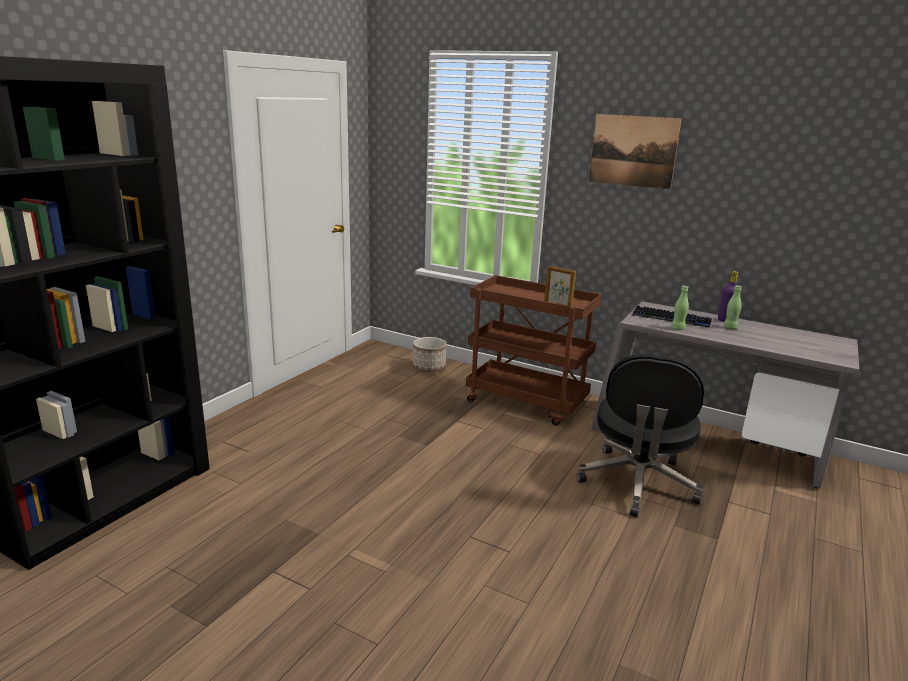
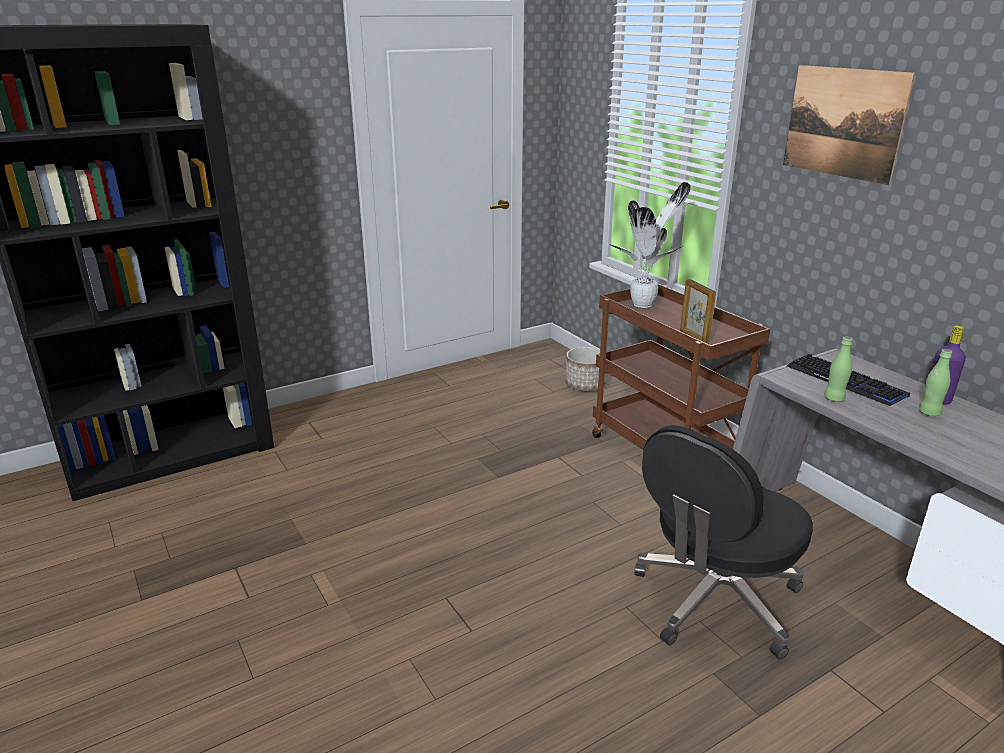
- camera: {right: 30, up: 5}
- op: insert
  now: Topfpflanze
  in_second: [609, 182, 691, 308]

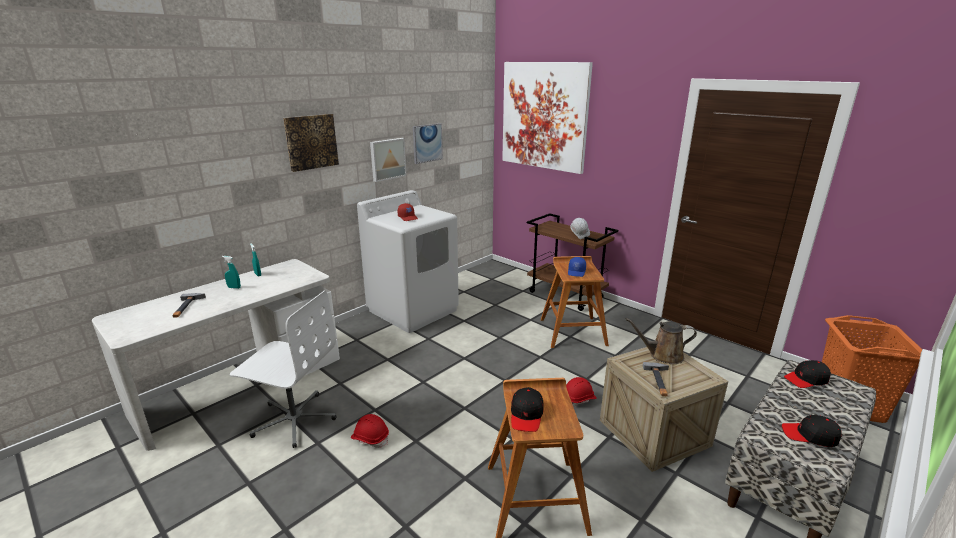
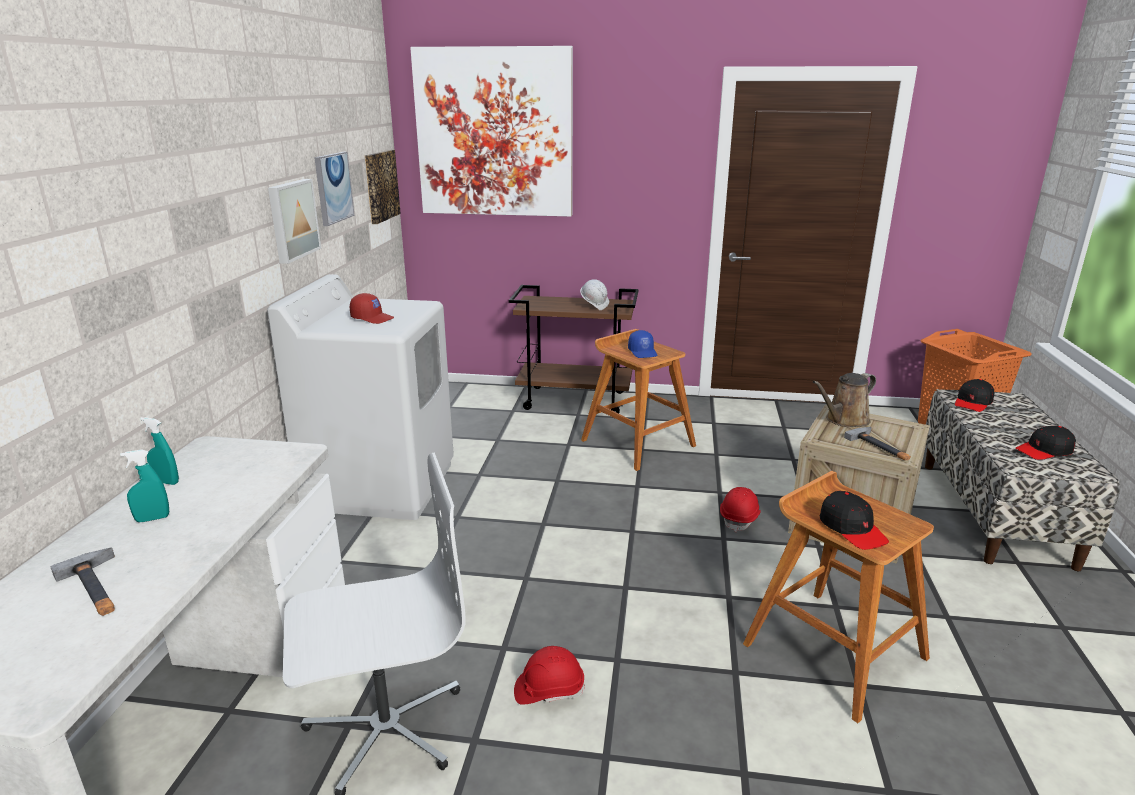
- camera: {right: -35, up: 0}
- op: move
  was: Bild
  in_first: [283, 114, 339, 172]
  in_second: [365, 150, 401, 224]

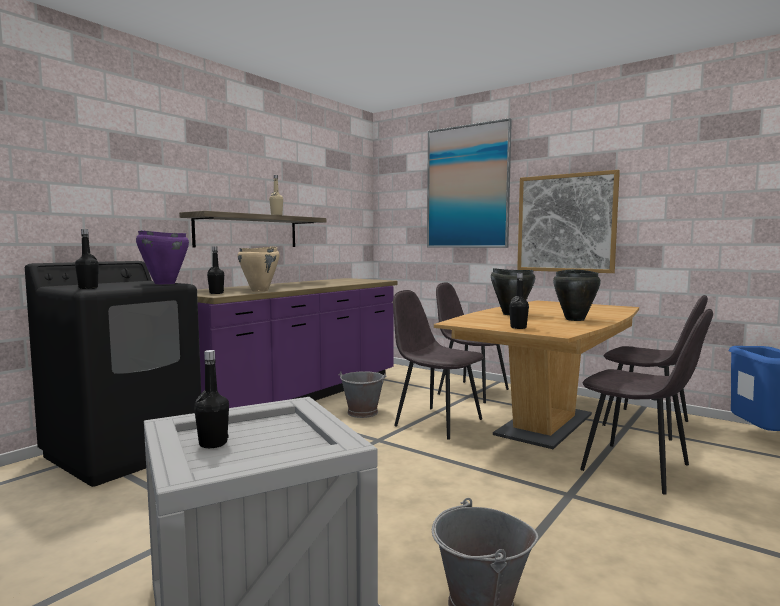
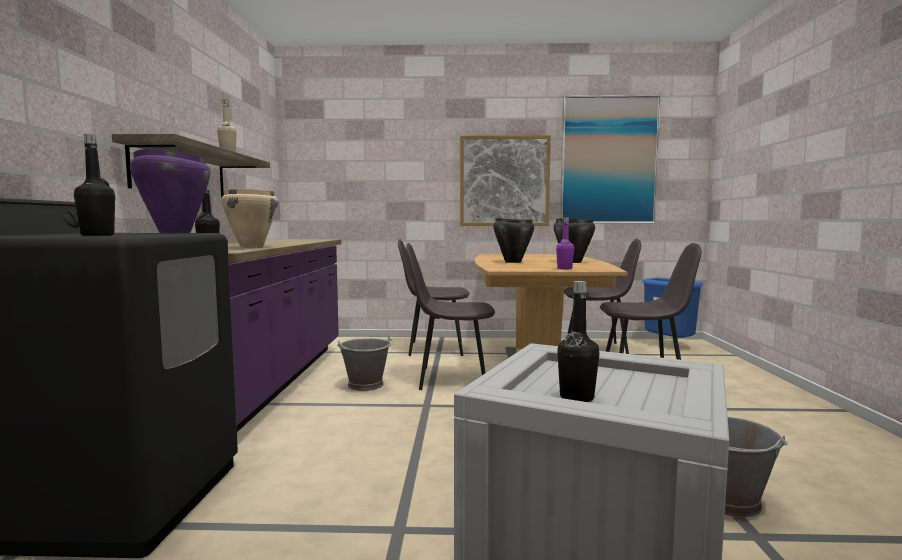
- camera: {right: -35, up: 0}
- op: move
  was: Bild
  in_first: [427, 118, 512, 248]
  in_second: [560, 95, 661, 224]
- op: recolor
  was: Flasche/schwarz
  now: Flasche/lila
  in_first: [509, 273, 529, 329]
  in_second: [556, 217, 575, 269]

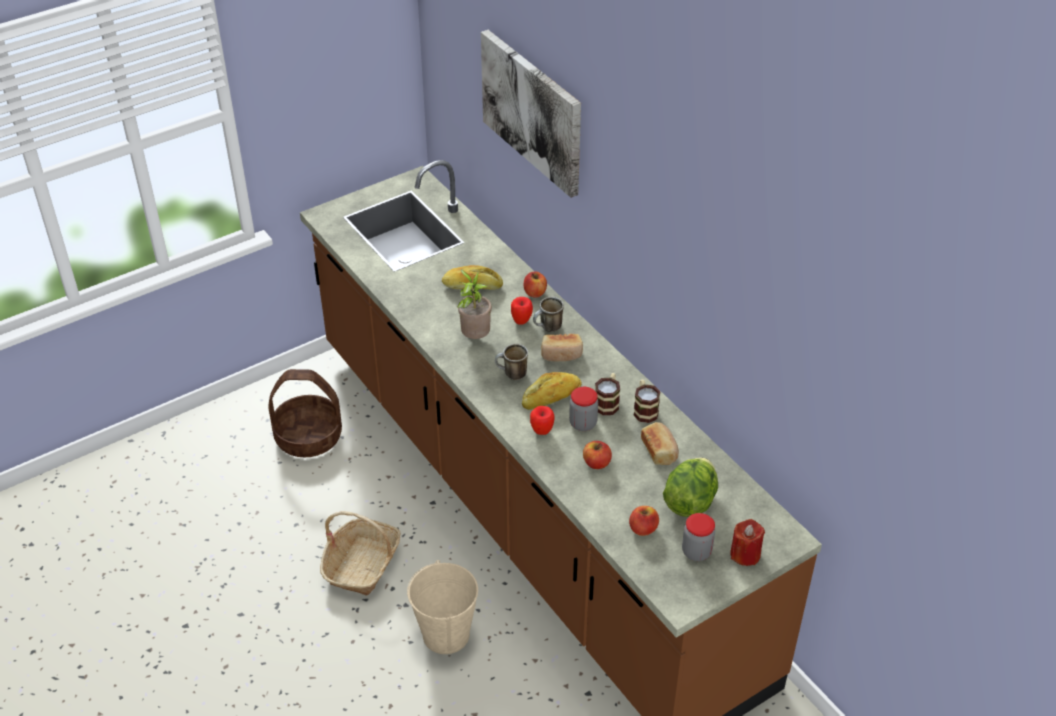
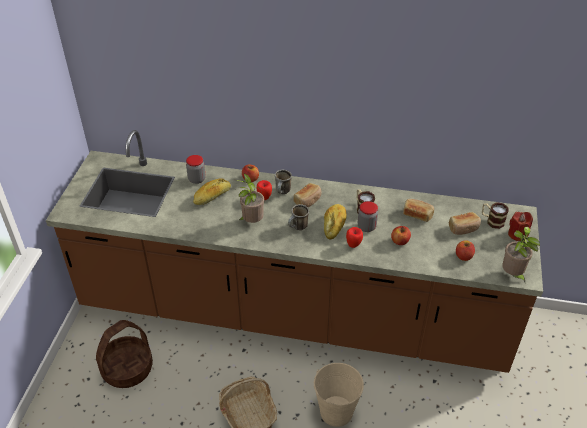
- camera: {right: -45, up: 0}
- op: delete
  was: Bild
  in_first: [481, 30, 581, 198]
- op: insert
  now: Topfpflanze
  in_second: [502, 227, 540, 282]
- op: move
  was: Henkelbecher
  in_first: [633, 379, 660, 423]
  in_second: [482, 202, 508, 229]
- op: move
  was: Vorratsglas
  in_first: [682, 513, 715, 561]
  in_second: [186, 155, 205, 184]
- op: replace
  was: Salatkopf
  now: Brot
  in_first: [663, 458, 718, 517]
  in_second: [449, 212, 481, 235]

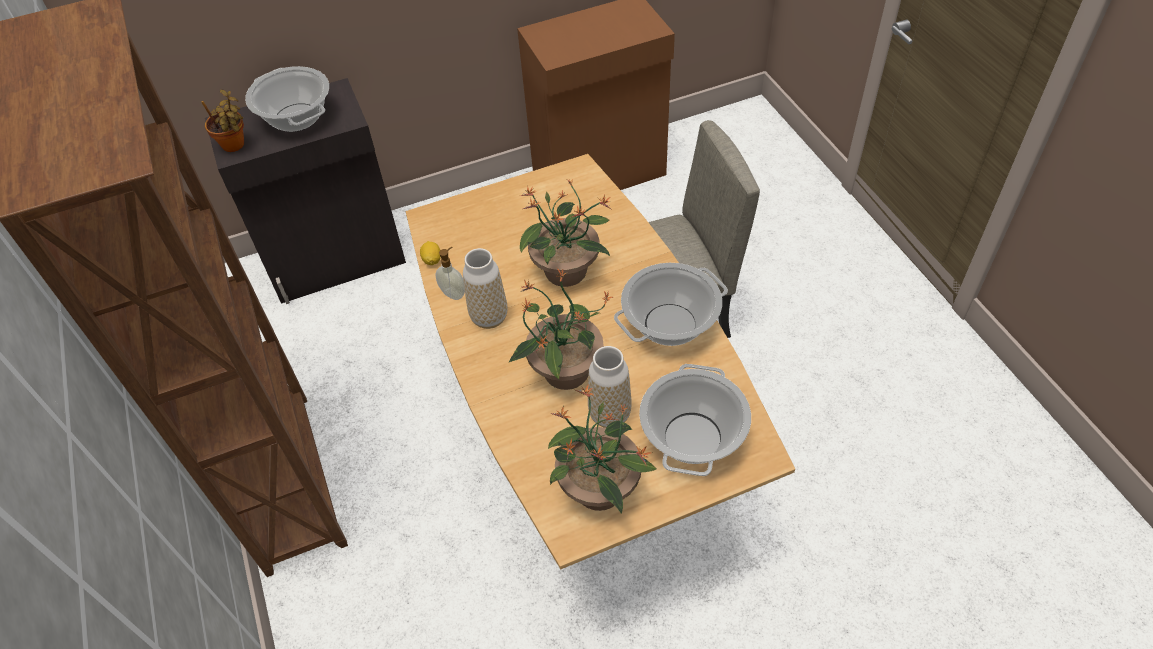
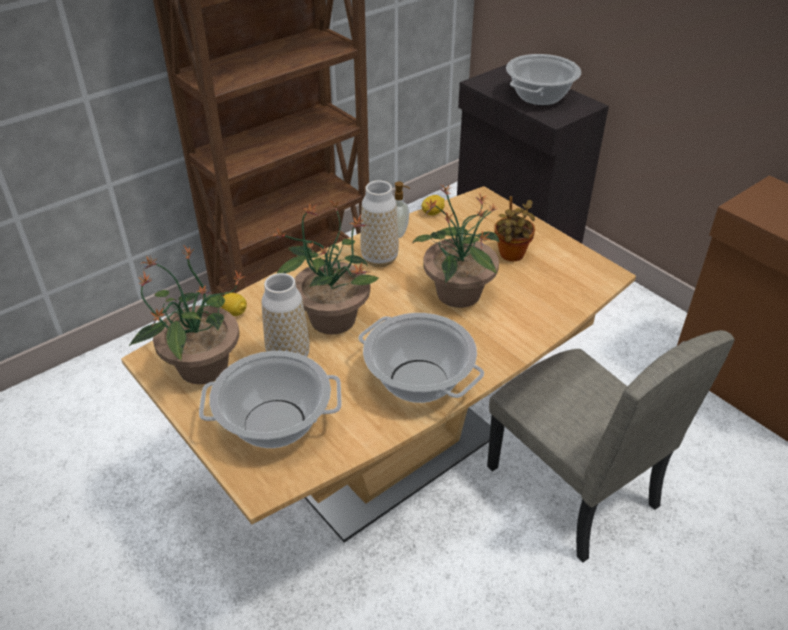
- camera: {right: 70, up: -10}
- op: insert
  now: Zitrone
  in_second: [221, 293, 247, 316]
- op: move
  was: Topfpflanze
  in_first: [201, 90, 244, 152]
  in_second: [494, 196, 535, 261]

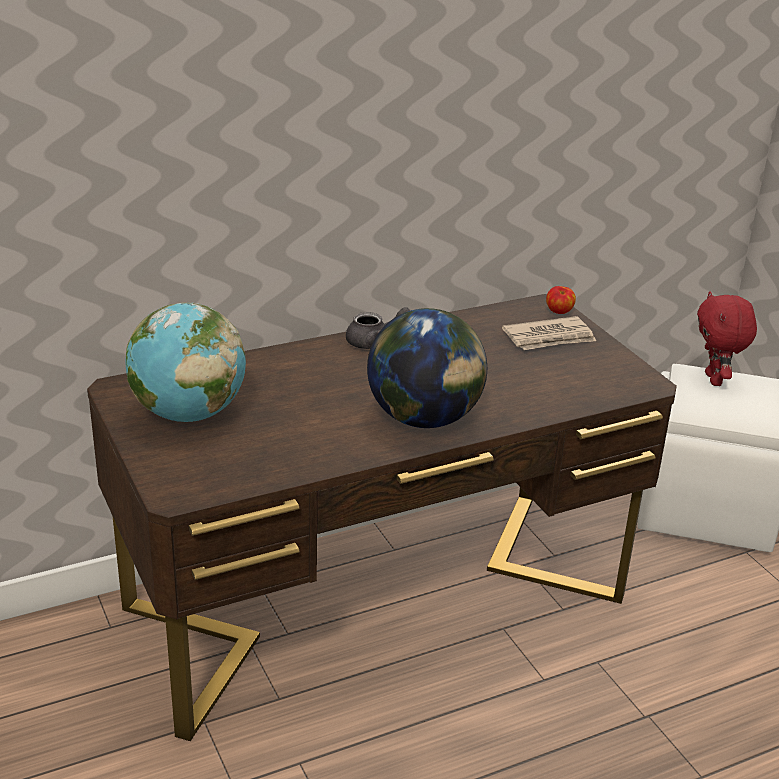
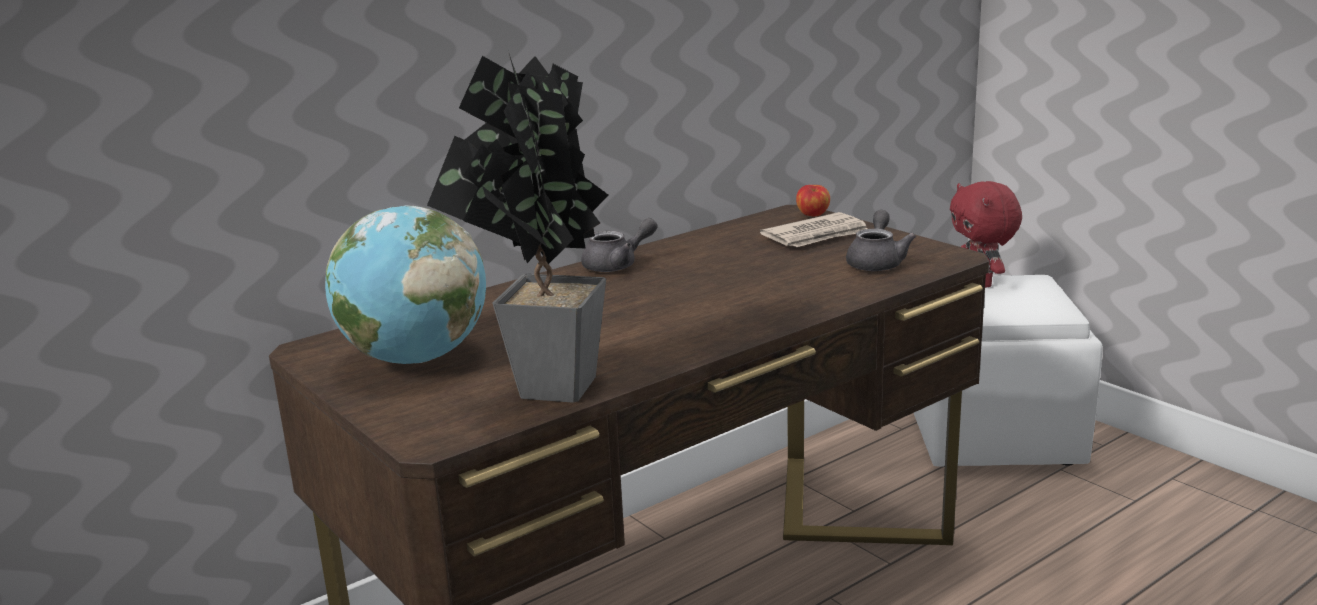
- camera: {right: -10, up: -10}
- op: delete
  was: Globus
  in_first: [367, 308, 487, 428]
- op: insert
  now: Topfpflanze
  in_second: [427, 54, 608, 403]
- op: insert
  now: Teekanne/grau
  in_second: [846, 210, 916, 271]

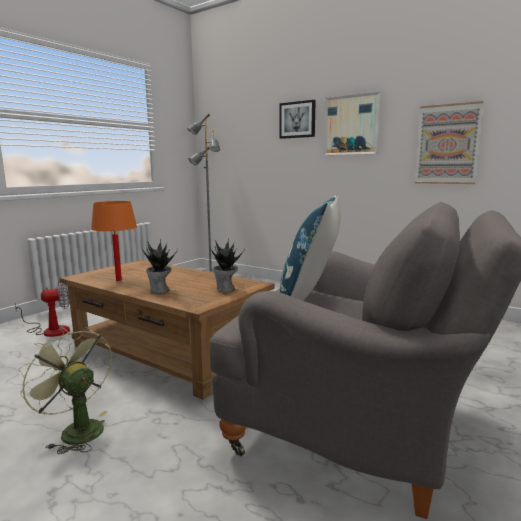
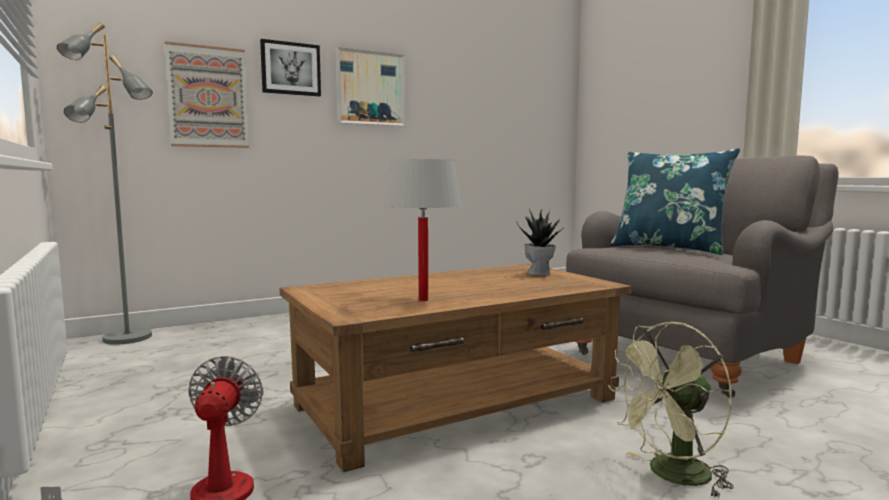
- camera: {right: -65, up: -5}
- op: delete
  was: Topfpflanze
  in_first: [142, 239, 178, 293]
- op: move
  was: Bild
  in_first: [415, 101, 484, 184]
  in_second: [165, 41, 249, 148]
- op: recolor
  was: Tischlampe/orange
  now: Tischlampe/weiß
  in_first: [91, 201, 137, 281]
  in_second: [384, 159, 462, 301]

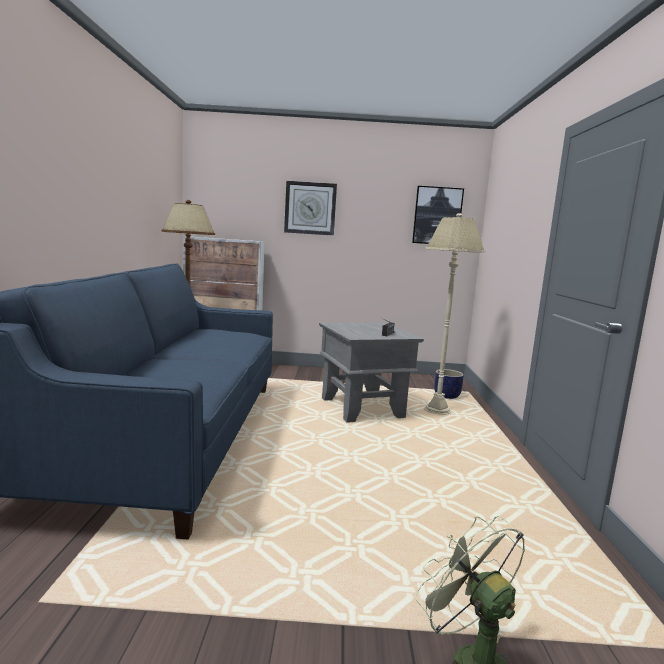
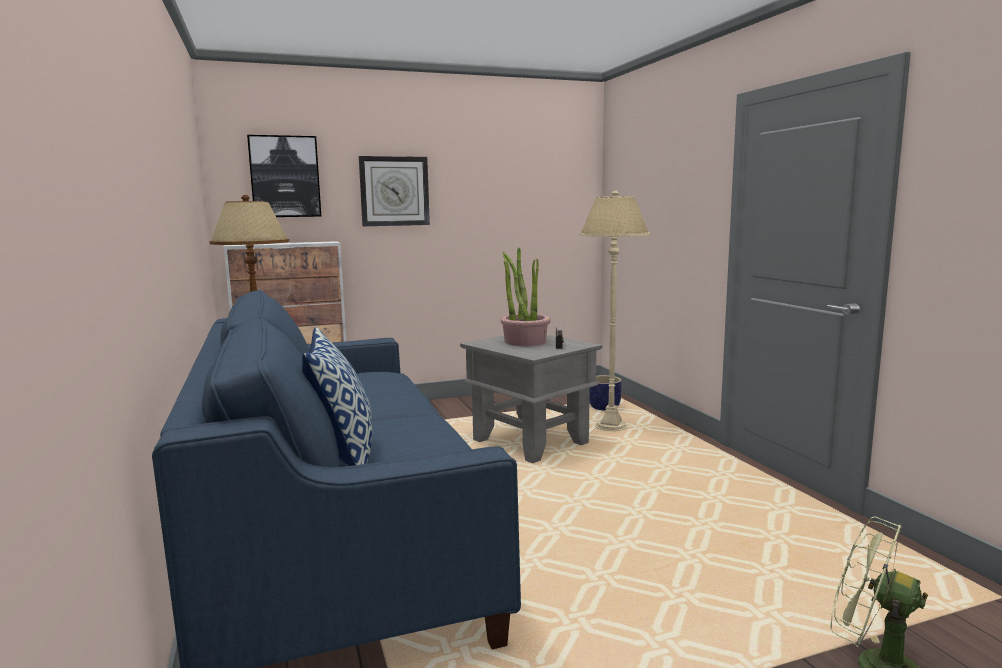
- camera: {right: -20, up: 0}
- op: insert
  now: Kissen
  in_second: [302, 327, 372, 466]
- op: insert
  now: Topfpflanze
  in_second: [501, 248, 551, 346]
- op: move
  was: Bild
  in_first: [412, 186, 464, 244]
  in_second: [247, 135, 321, 217]

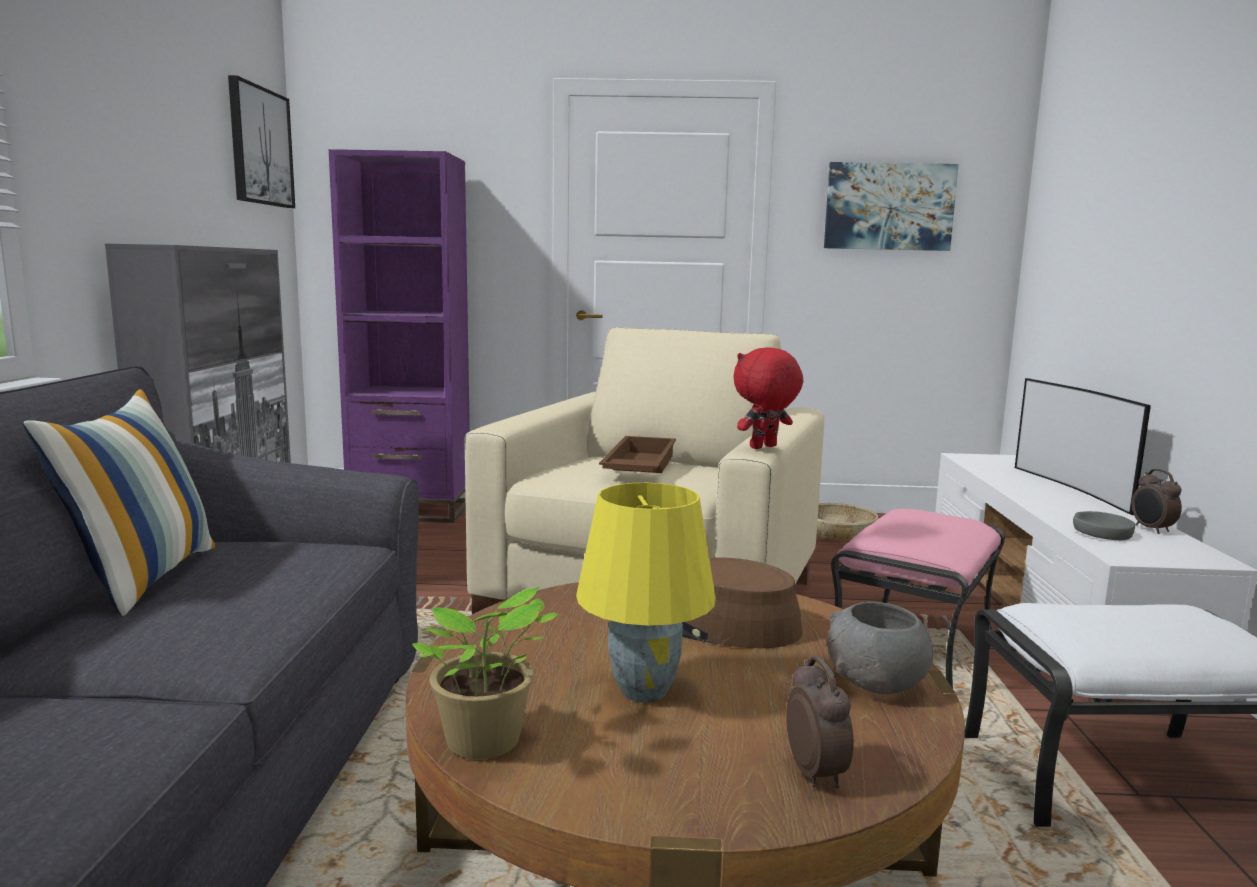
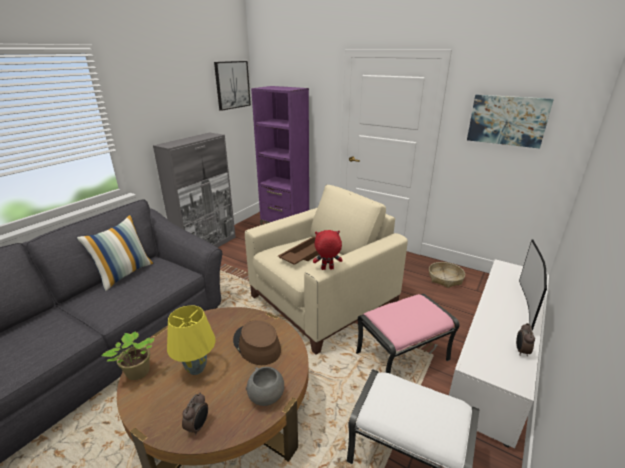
- camera: {right: 30, up: 15}
- op: delete
  was: Schüssel/grau
  in_first: [1073, 511, 1135, 540]

